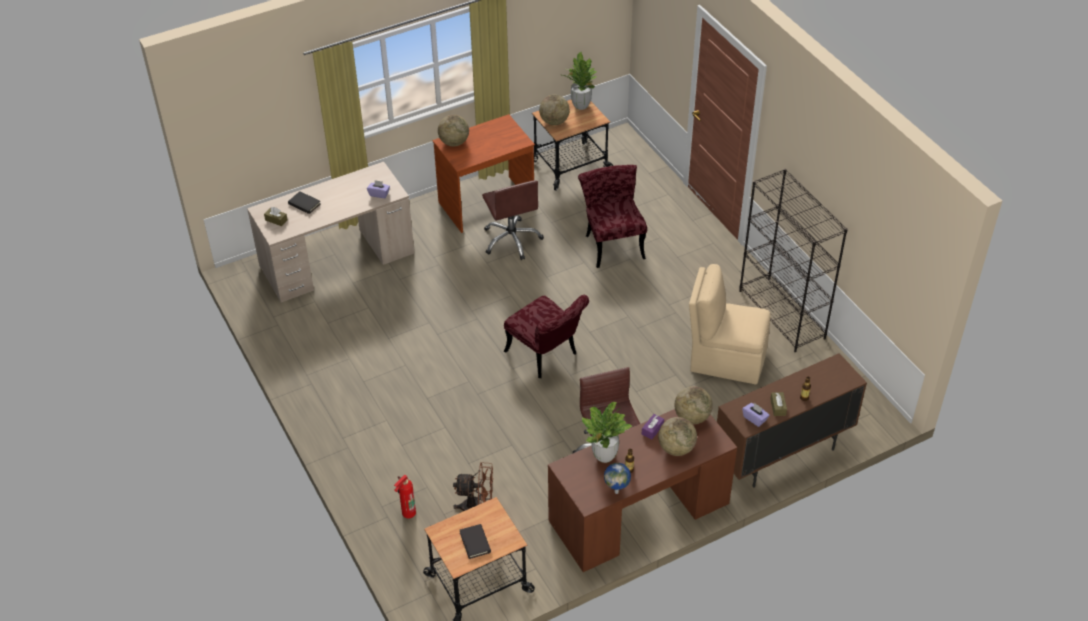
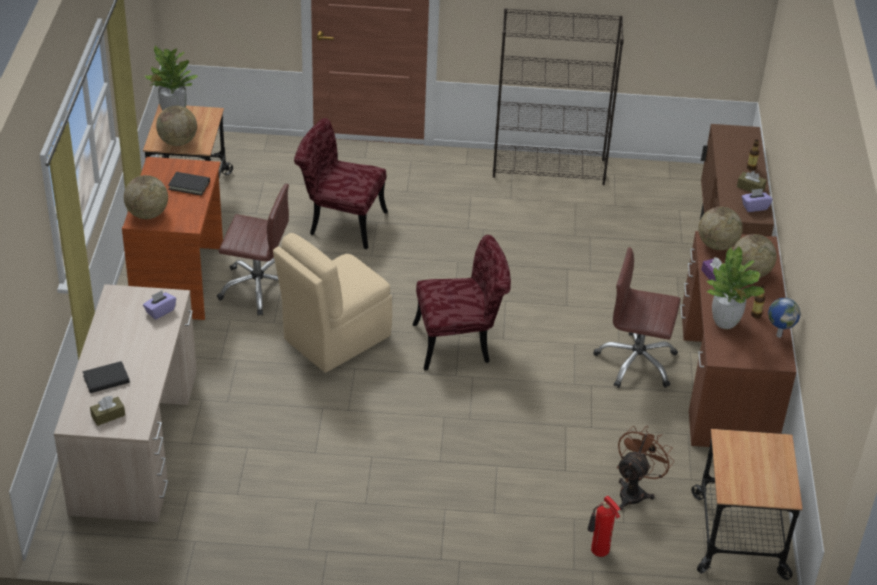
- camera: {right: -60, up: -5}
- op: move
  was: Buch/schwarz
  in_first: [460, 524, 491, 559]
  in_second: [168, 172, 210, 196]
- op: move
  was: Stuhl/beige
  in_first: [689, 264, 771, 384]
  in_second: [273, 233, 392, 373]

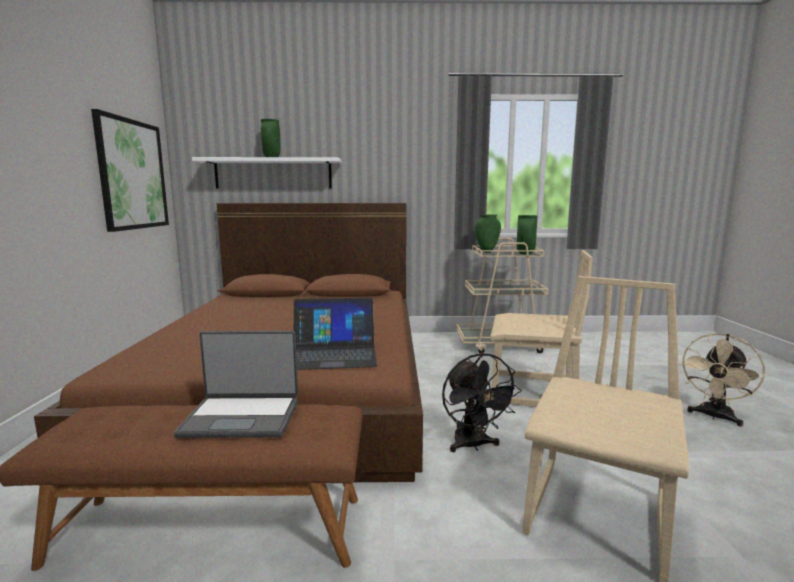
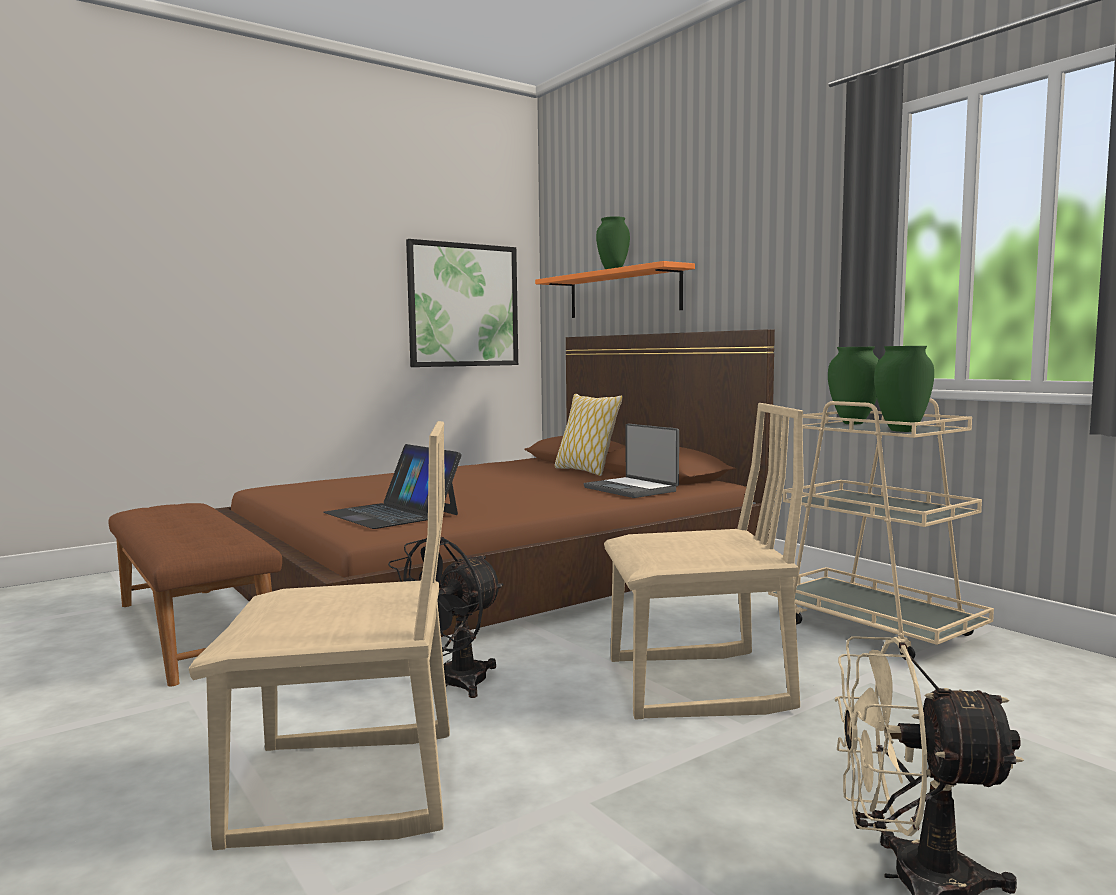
- camera: {right: 55, up: -5}
- op: insert
  now: Kissen
  in_second: [555, 394, 623, 476]
- op: move
  was: Laptop
  in_first: [174, 331, 298, 438]
  in_second: [584, 424, 679, 498]
- op: recolor
  was: Wandregal/weiß
  now: Wandregal/orange
  in_first: [192, 157, 342, 188]
  in_second: [535, 261, 695, 318]
- op: rotate
  was: Stuhl/beige
  in_first: [490, 250, 593, 407]
  in_second: [604, 403, 804, 720]
  clockwise: -75

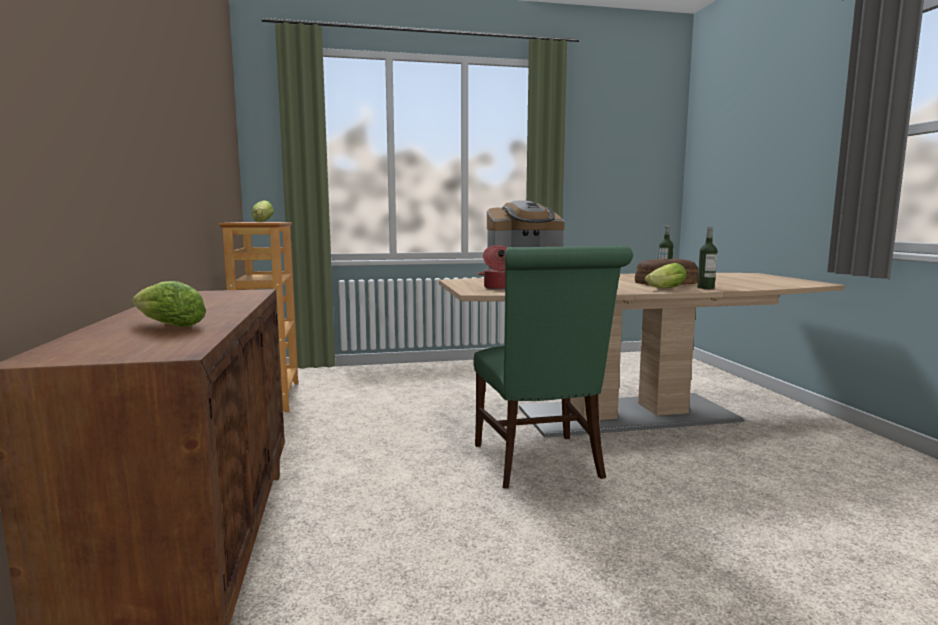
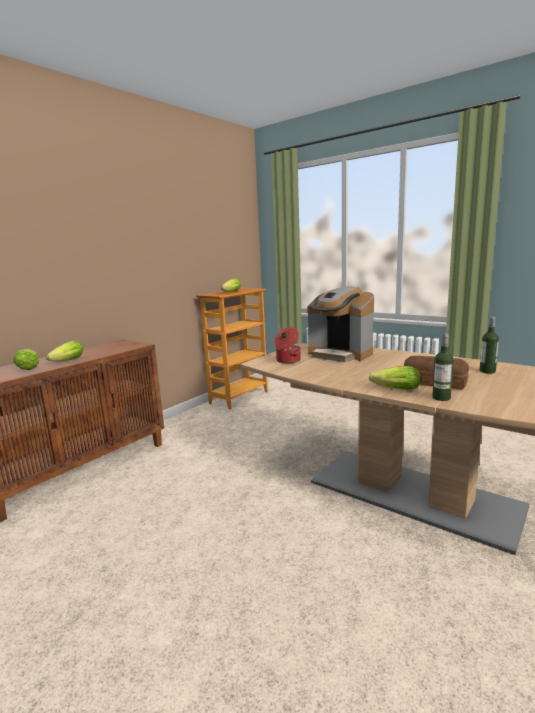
- camera: {right: 50, up: 5}
- op: delete
  was: Stuhl/grün
  in_first: [473, 246, 633, 489]
- op: insert
  now: Salatkopf
  in_second: [46, 341, 83, 362]

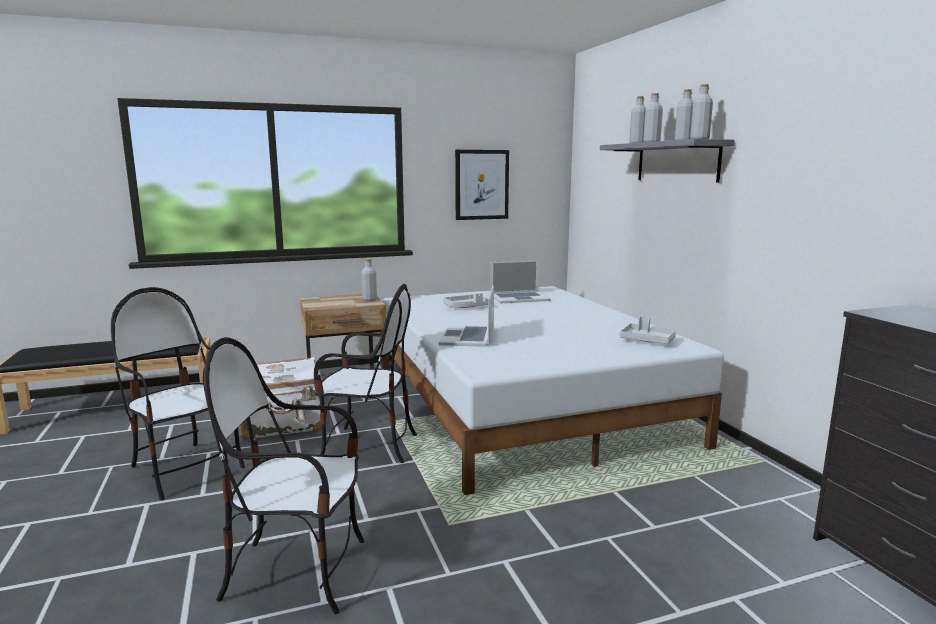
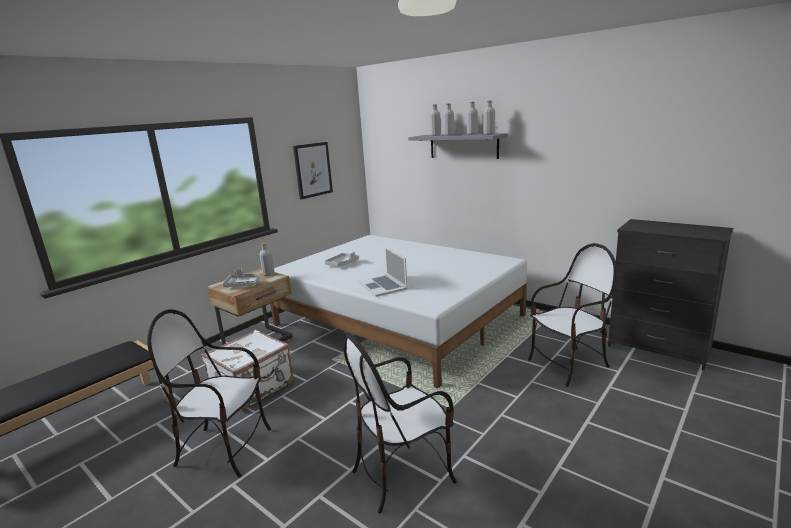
- camera: {right: -30, up: 5}
- op: delete
  was: Laptop
  in_first: [490, 260, 551, 303]
- op: move
  was: Stuhl
  in_first: [313, 284, 417, 463]
  in_second: [528, 243, 617, 387]
- op: move
  was: Tablett/grau
  in_first: [620, 316, 676, 344]
  in_second: [222, 269, 260, 287]

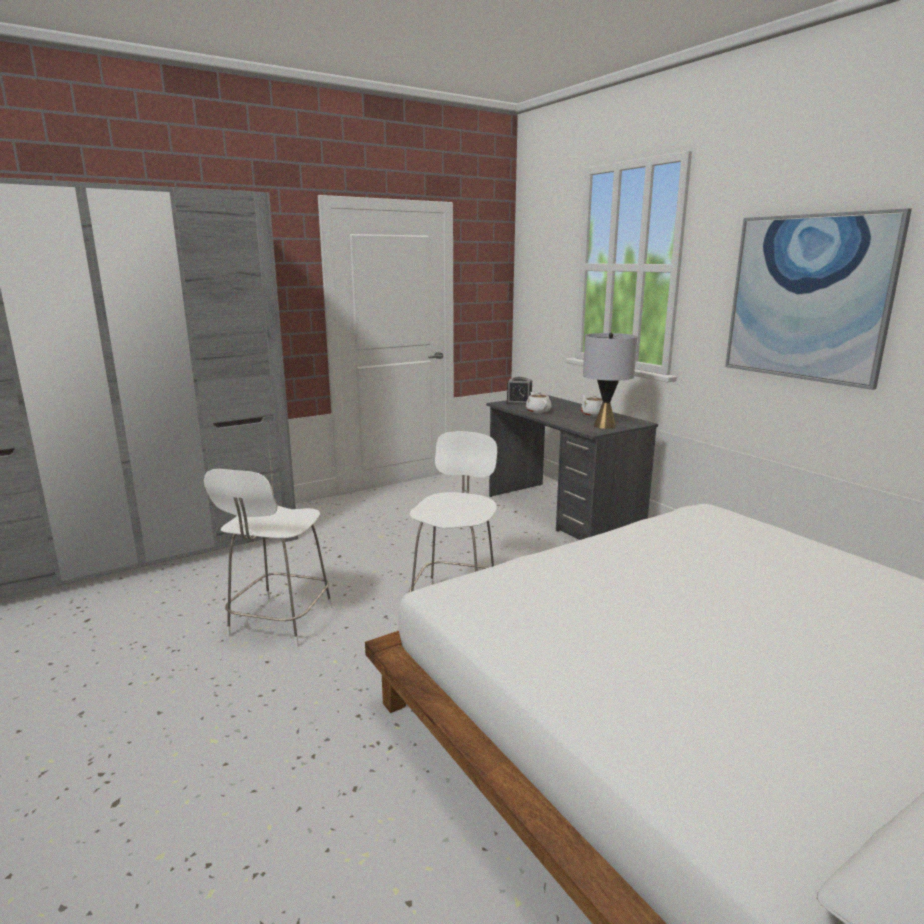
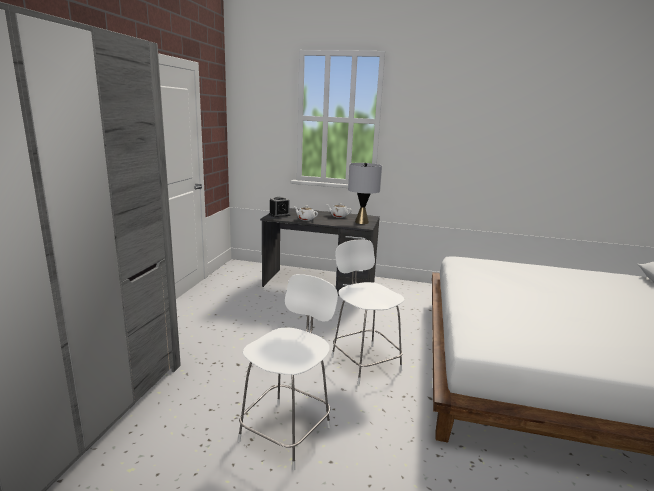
- camera: {right: -45, up: 0}
- op: delete
  was: Bild
  in_first: [725, 208, 912, 390]
- op: rotate
  was: Stuhl/weiß
  in_first: [204, 469, 332, 647]
  in_second: [238, 274, 338, 471]
  clockwise: -120

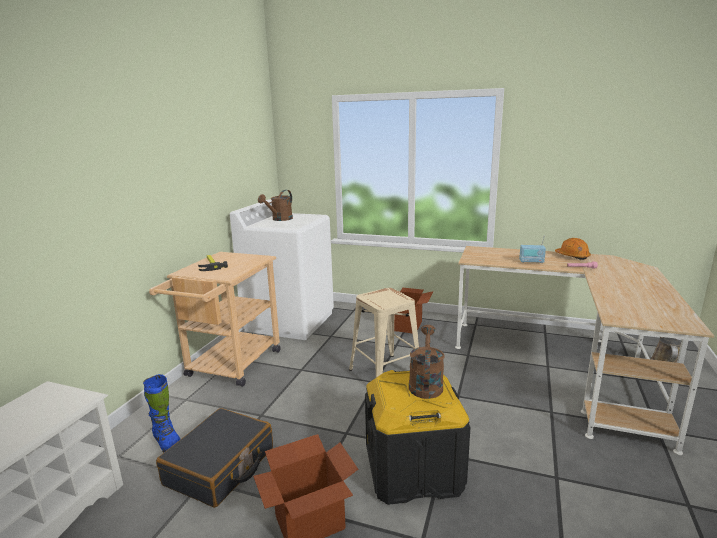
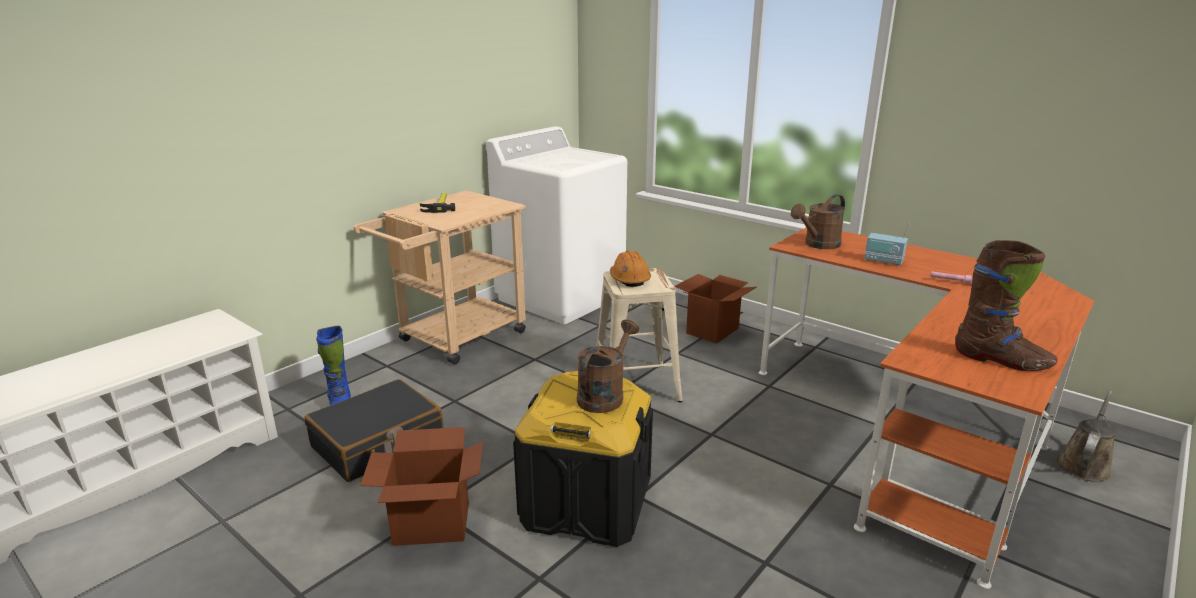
- camera: {right: 20, up: 5}
- op: insert
  now: Stiefel/braun
  in_second: [955, 240, 1057, 371]
- op: move
  was: Gießkanne/braun
  in_first: [258, 190, 293, 221]
  in_second: [791, 194, 845, 249]
- op: move
  was: Schutzhelm/orange
  in_first: [555, 238, 591, 260]
  in_second: [610, 250, 651, 287]
- op: recolor
  was: Schreibtisch/beige
  now: Schreibtisch/orange
  in_first: [455, 246, 714, 455]
  in_second: [759, 228, 1094, 589]

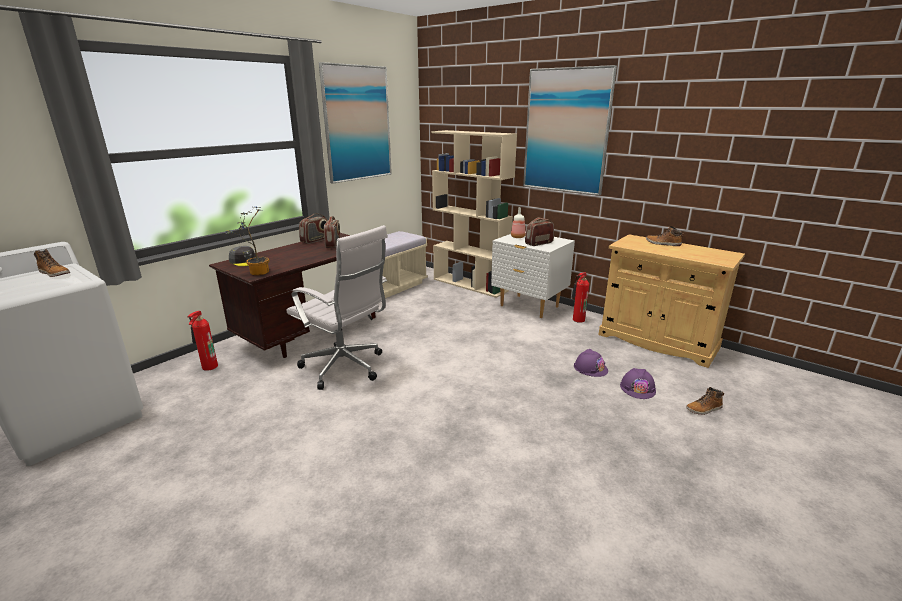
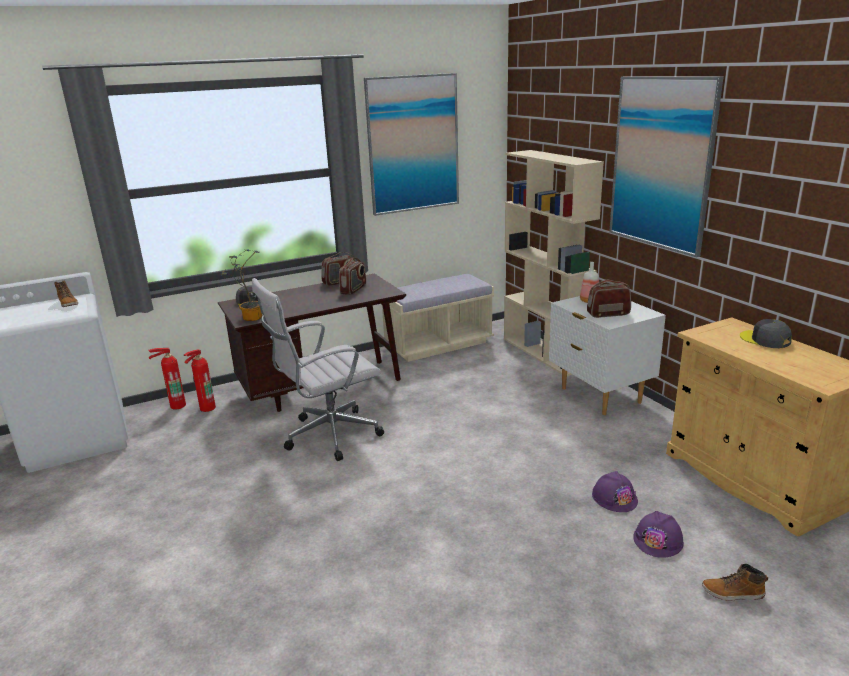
- camera: {right: 25, up: 0}
- op: move
  was: Feuerlöscher
  in_first: [572, 272, 589, 323]
  in_second: [149, 348, 186, 409]
- op: replace
  was: Stiefel
  now: Kappe/grau
  in_first: [646, 226, 684, 246]
  in_second: [740, 319, 792, 348]
- op: rotate
  was: Bürostuhl/weiß
  in_first: [286, 225, 387, 390]
  in_second: [252, 278, 384, 461]
  clockwise: 90

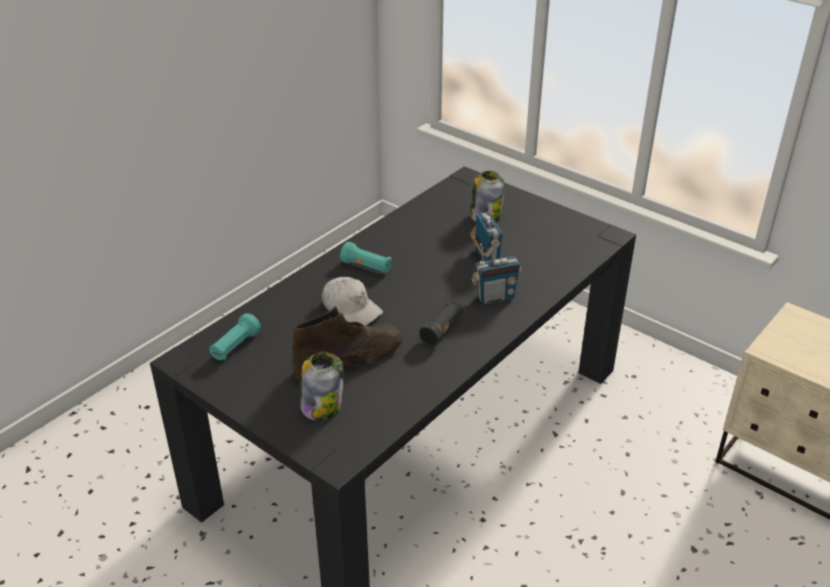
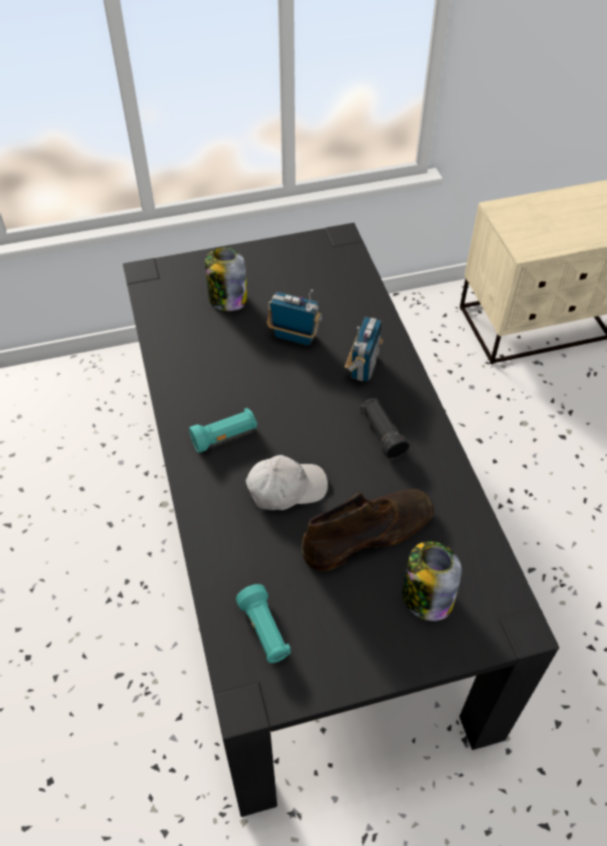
- camera: {right: -55, up: 15}
- op: rotate
  was: Stiefel/braun
  in_first: [292, 306, 403, 382]
  in_second: [301, 489, 434, 571]
  clockwise: 60

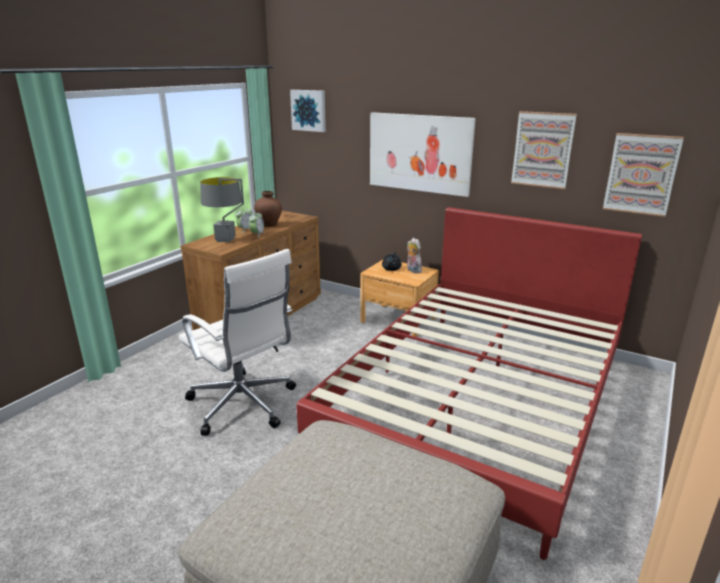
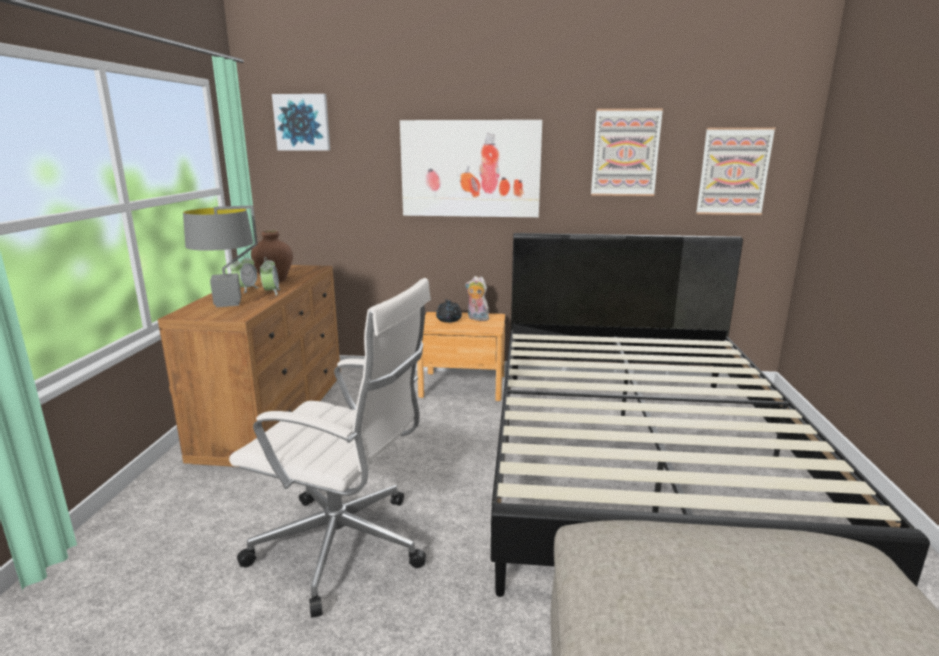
- camera: {right: -25, up: -5}
- op: recolor
  was: Bett/rot
  now: Bett/schwarz
  in_first: [296, 207, 642, 560]
  in_second: [491, 233, 930, 597]

